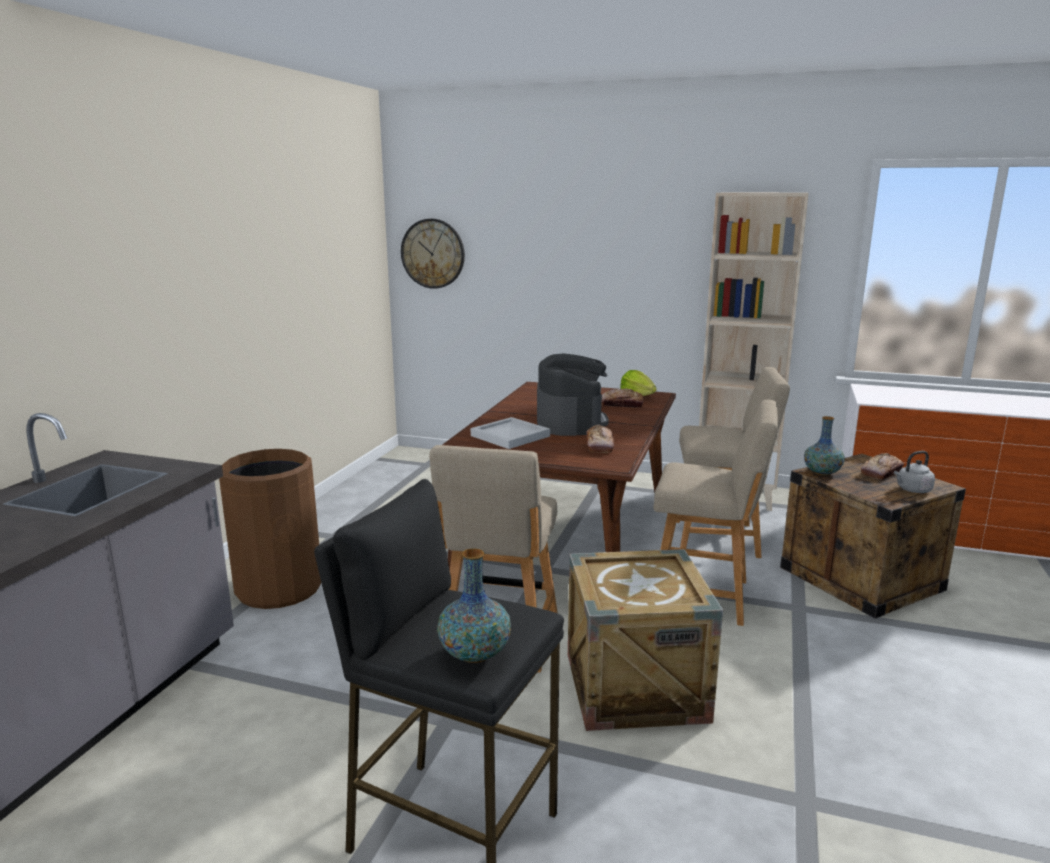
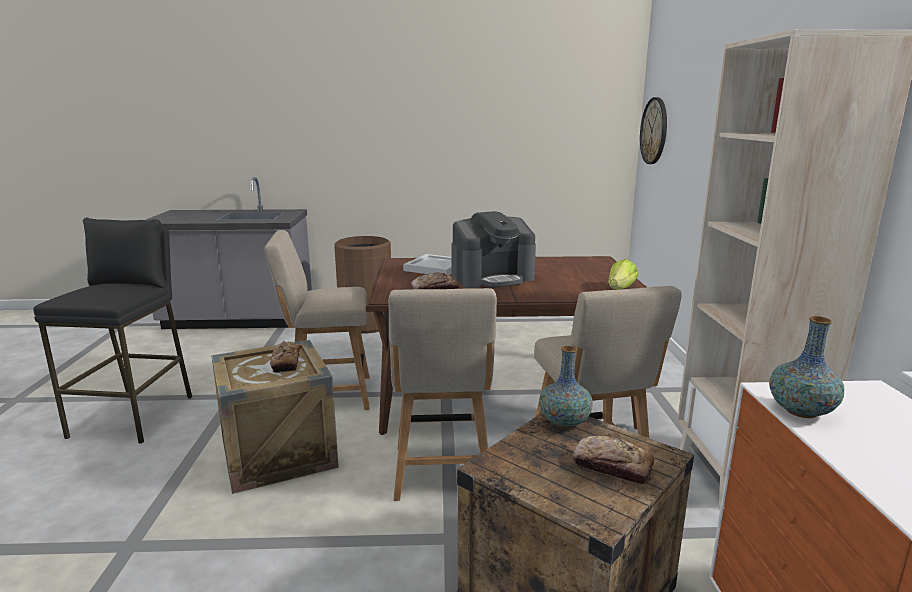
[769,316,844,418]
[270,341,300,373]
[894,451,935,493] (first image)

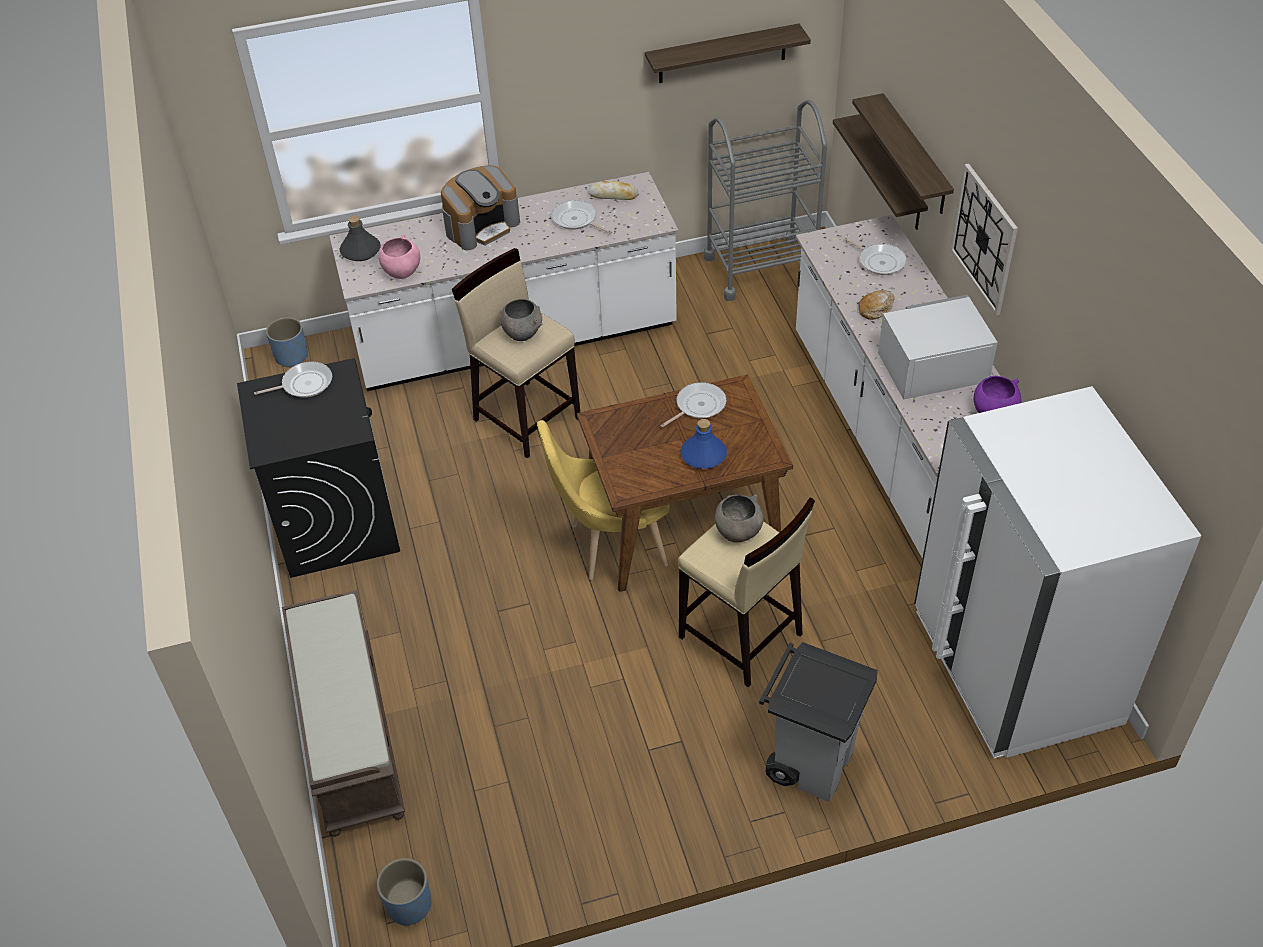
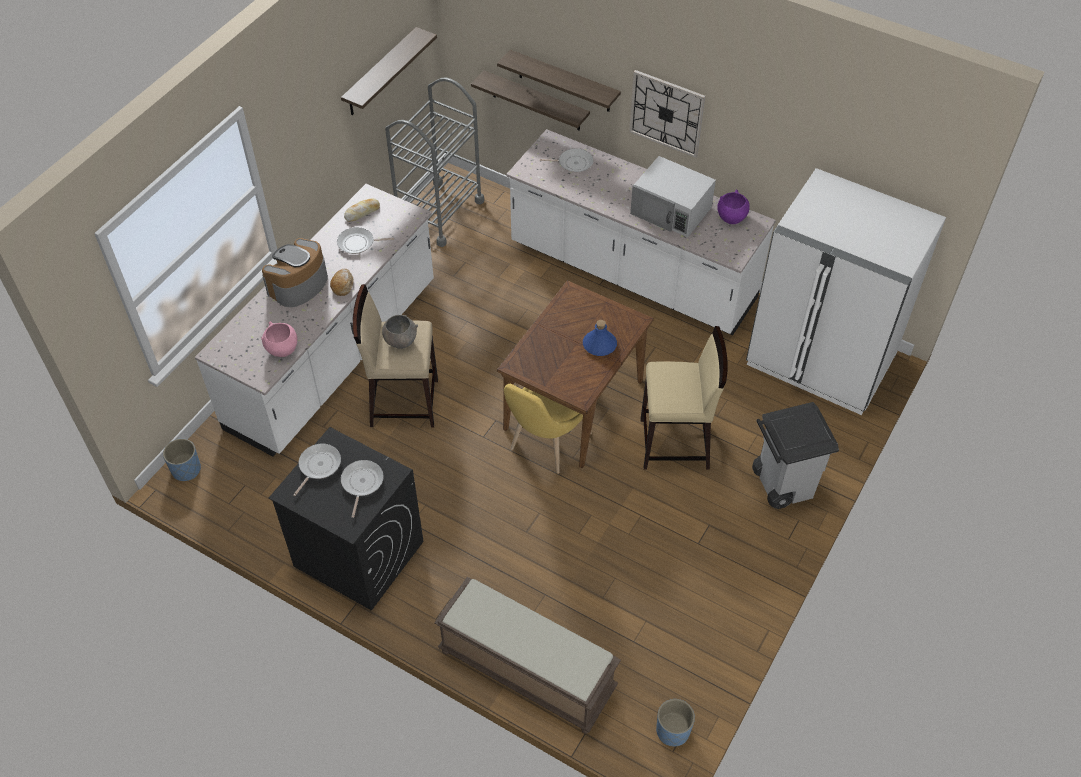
[339,216,381,261] (first image)
[262,238,328,307]
[341,460,384,518]
[715,494,764,542] (first image)
[330,269,354,296]
[630,156,716,237]

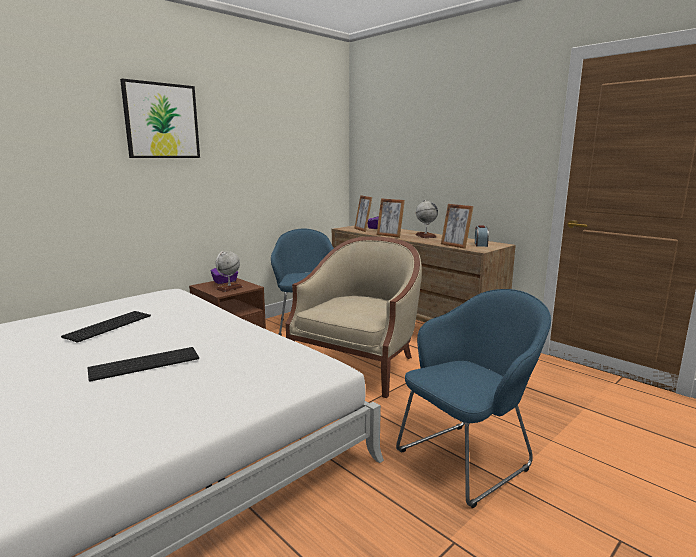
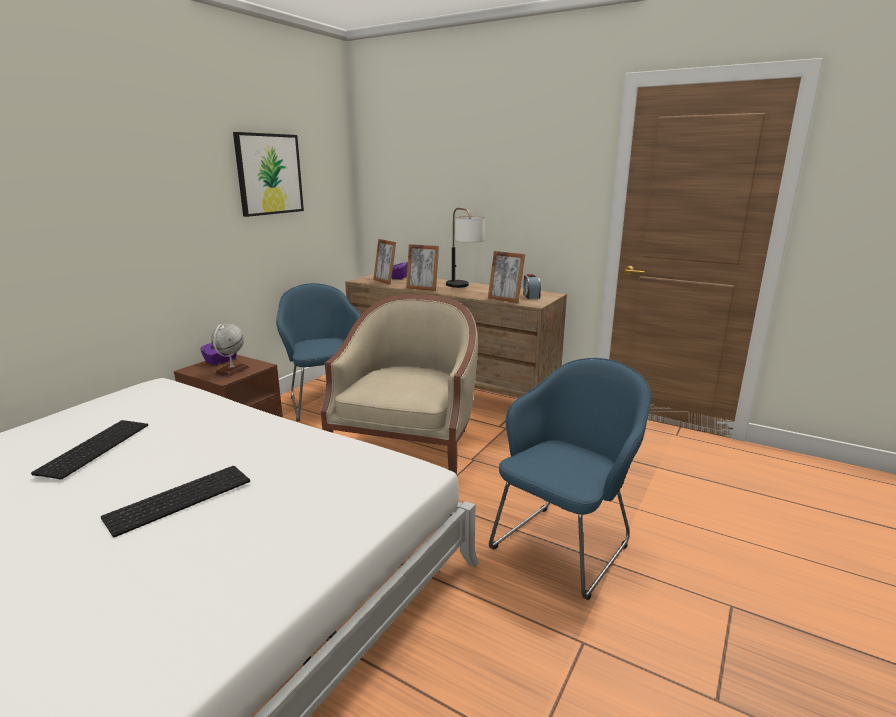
[233,132,304,217]
[446,208,485,288]

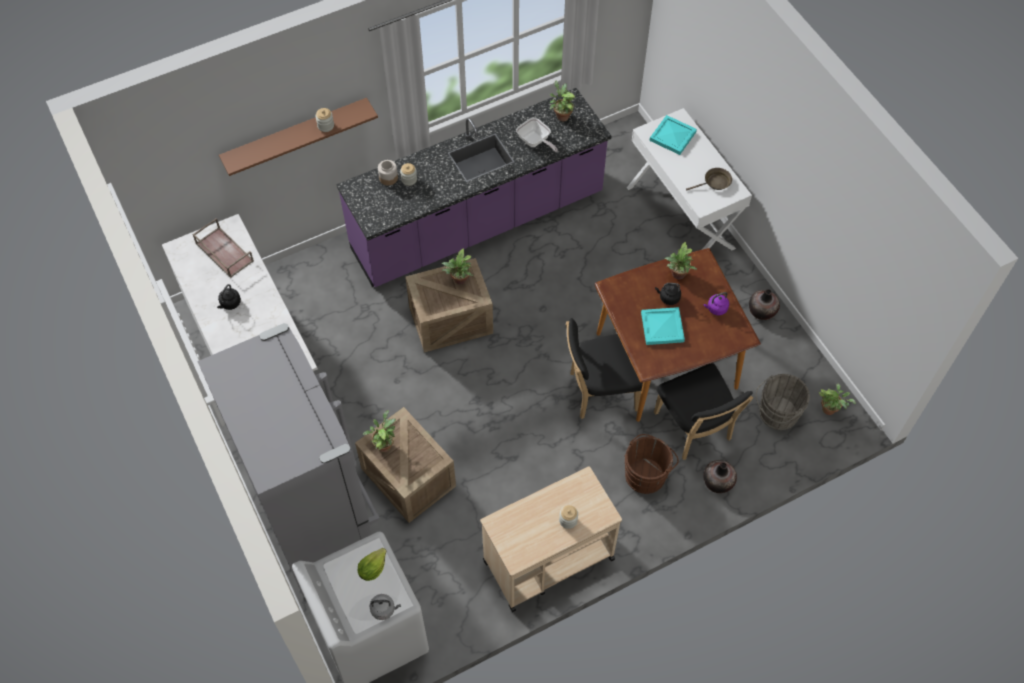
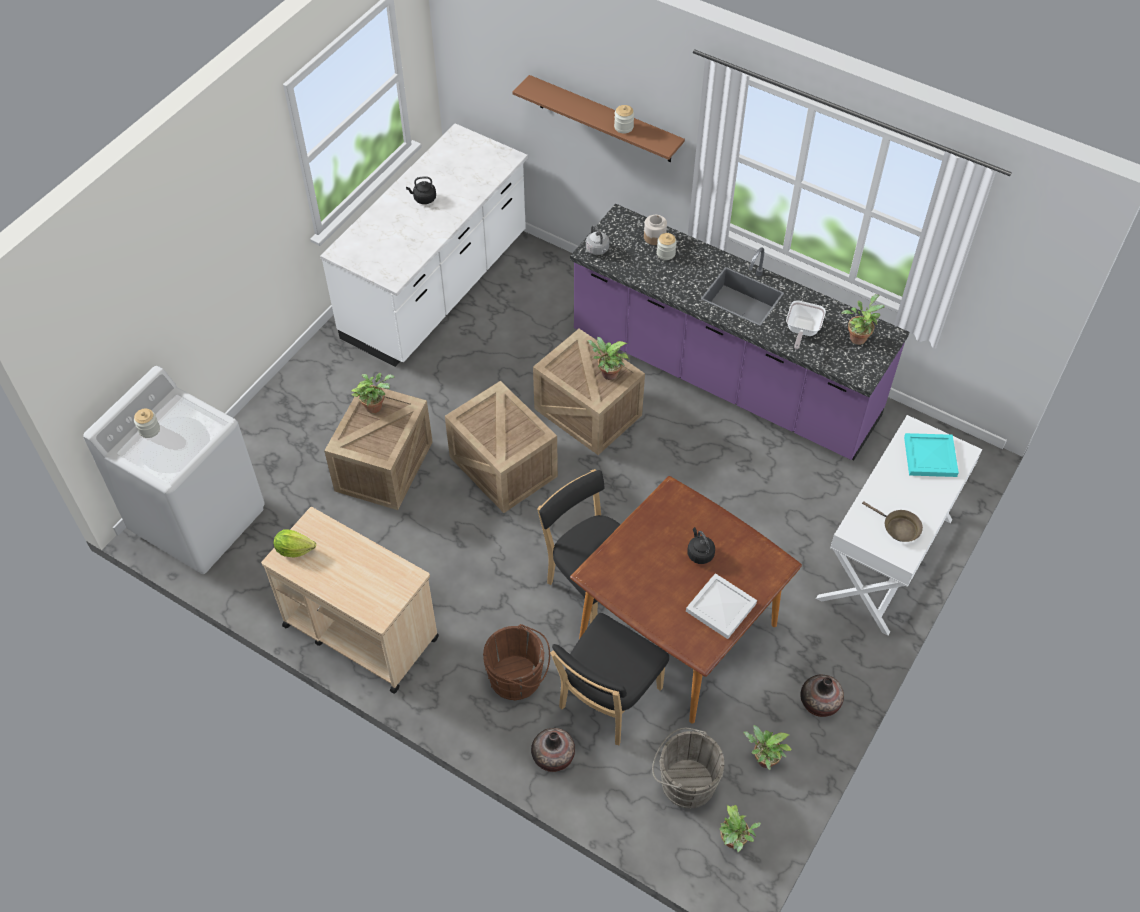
[192,218,254,278] (first image)
[197,323,380,598] (first image)
[274,529,316,557]
[586,225,609,255]
[134,409,160,438]
[641,307,685,345] (first image)
[743,725,792,770]
[686,573,757,639]
[445,381,558,513]

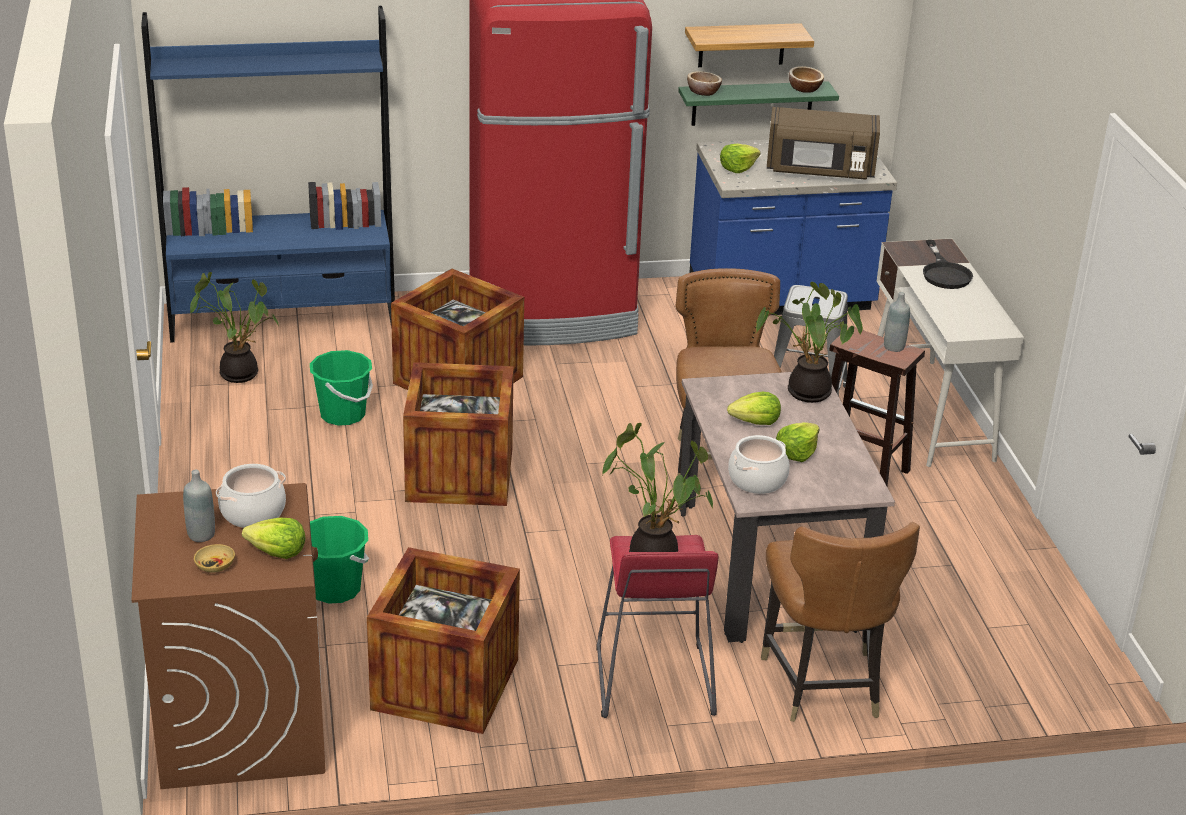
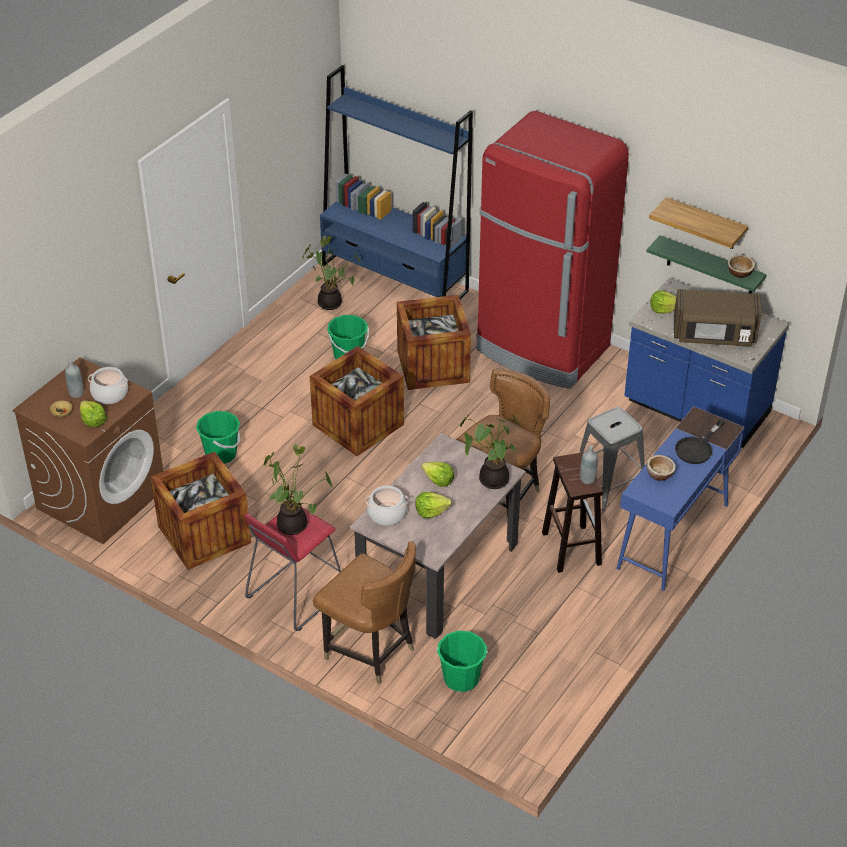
[647,455,676,481]
[313,541,416,685]
[674,289,762,347]
[616,406,745,591]
[437,631,488,692]

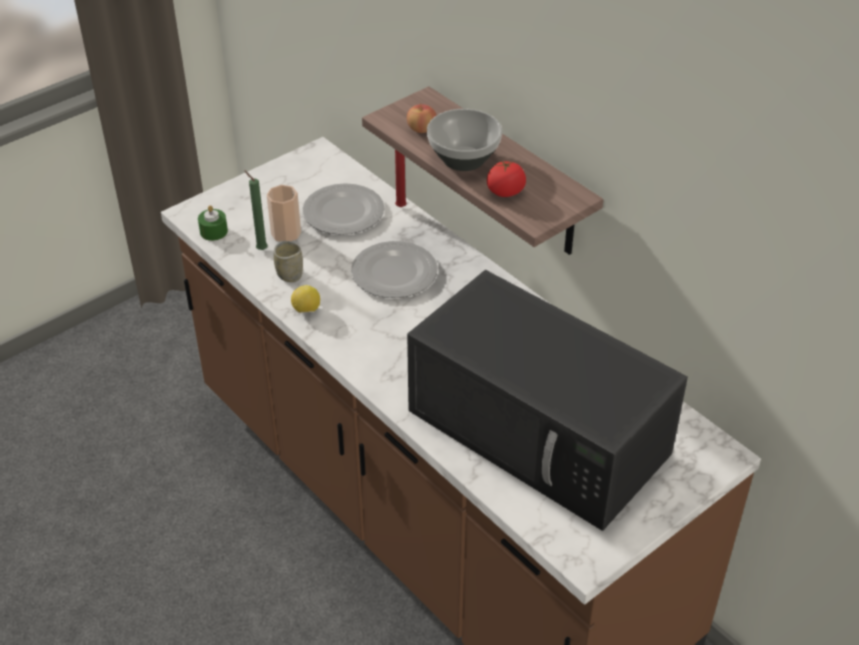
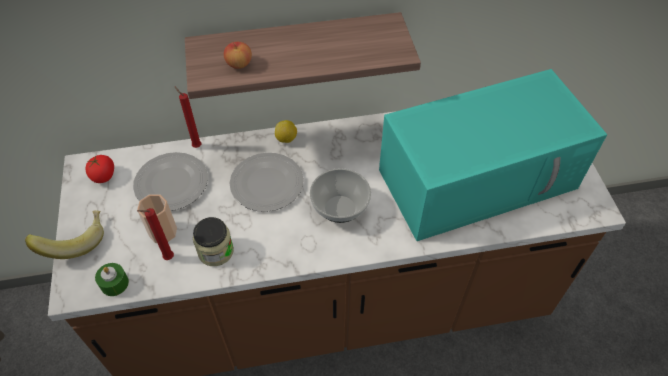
[137,208,174,260]
[193,217,234,266]
[275,120,297,143]
[379,69,607,241]
[310,168,371,223]
[86,155,114,183]
[25,210,104,259]

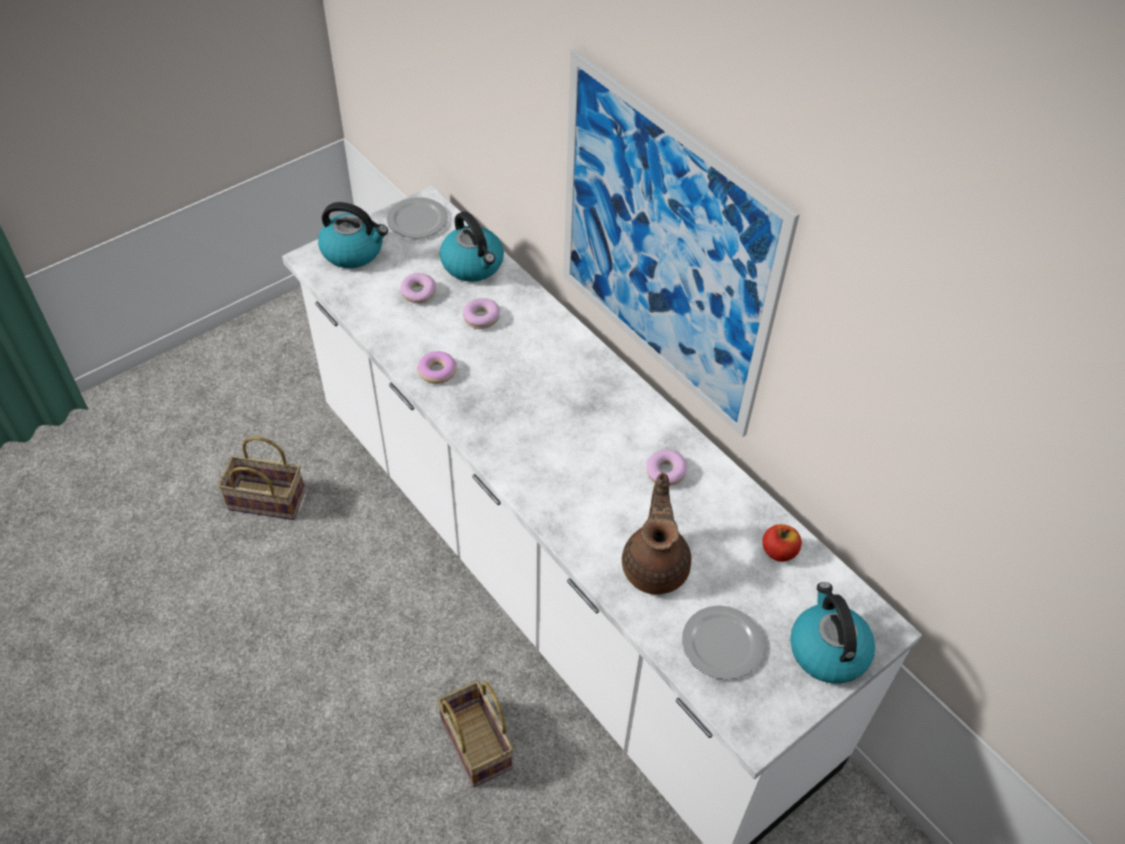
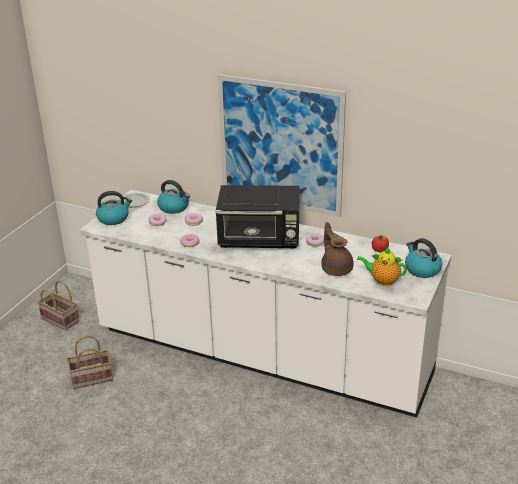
[37,281,79,331]
[357,247,407,286]
[216,185,300,249]

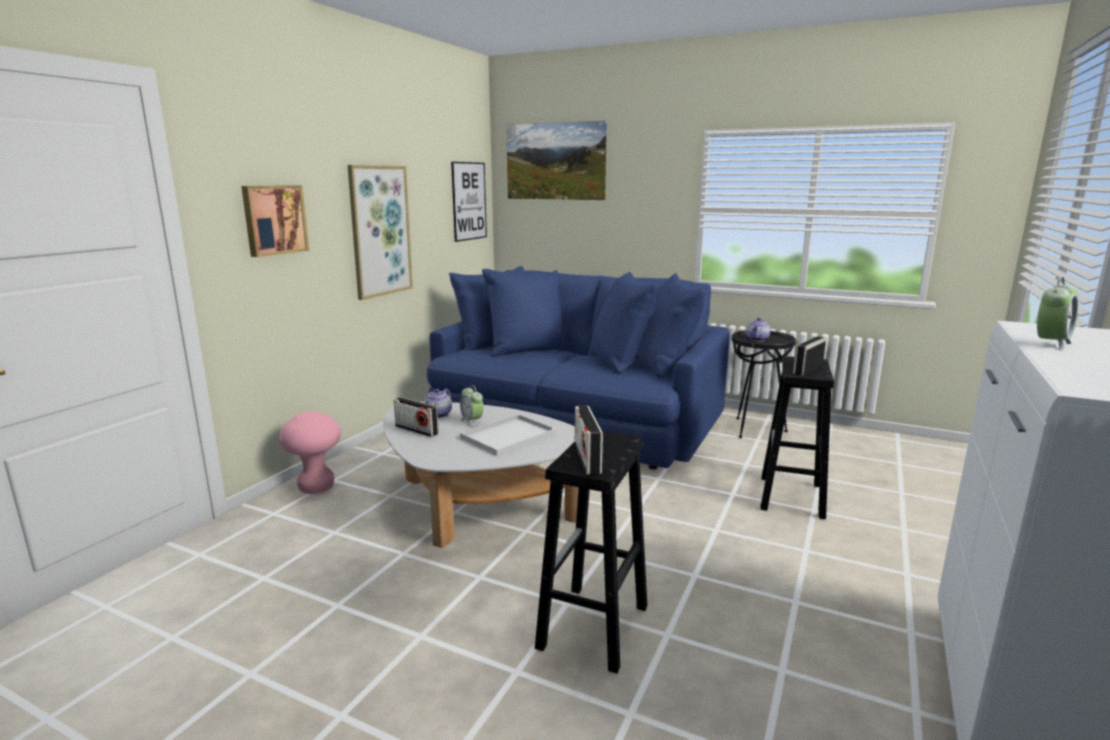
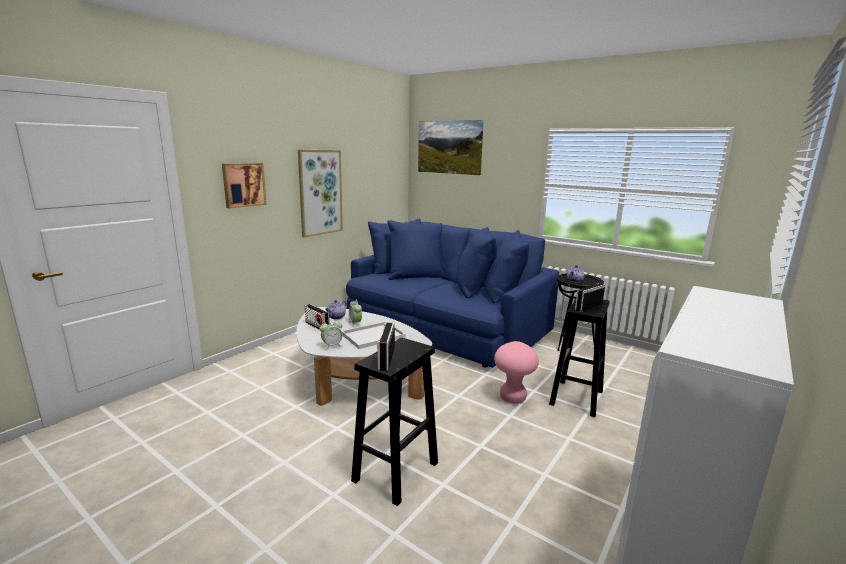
[494,341,539,404]
[451,162,487,242] (first image)
[320,319,342,350]

